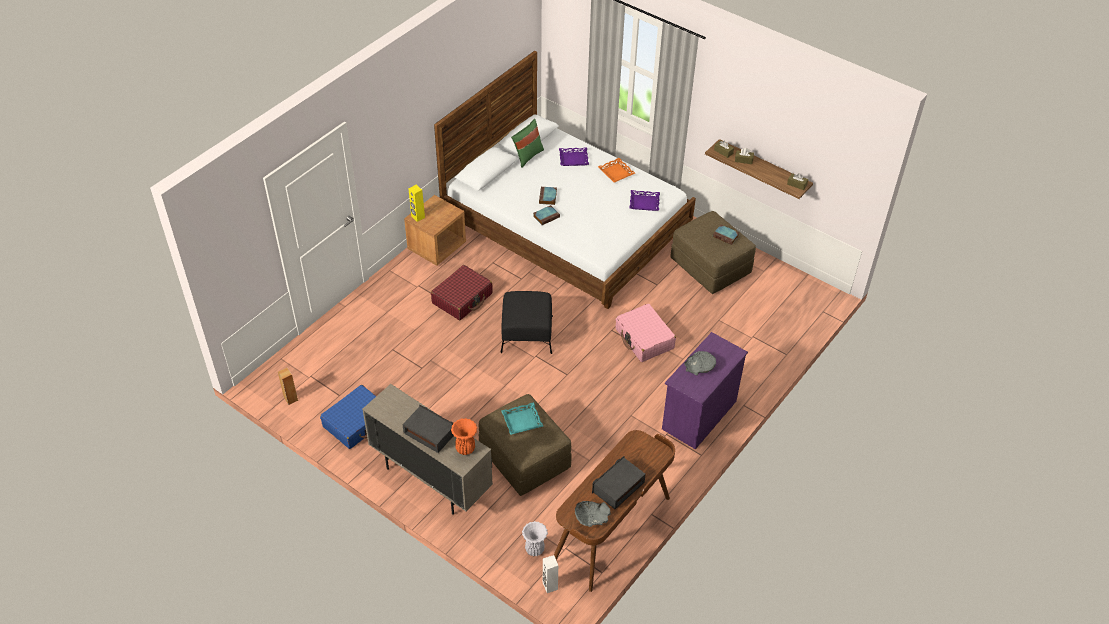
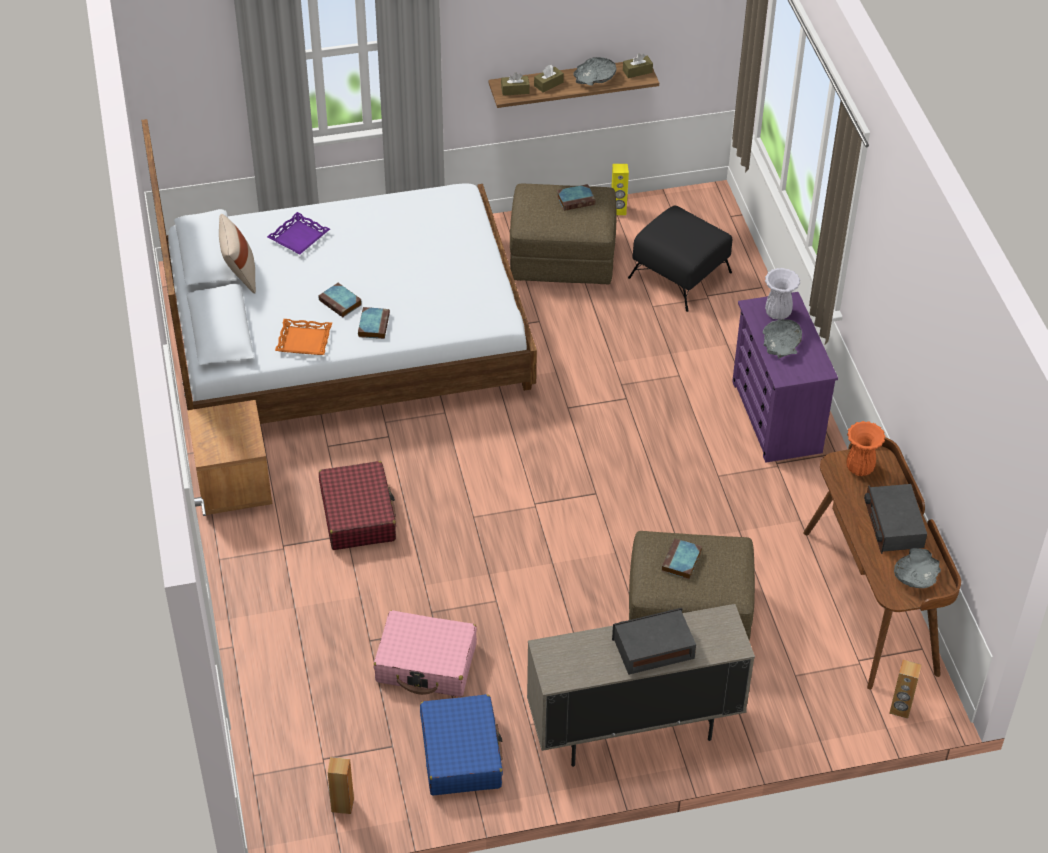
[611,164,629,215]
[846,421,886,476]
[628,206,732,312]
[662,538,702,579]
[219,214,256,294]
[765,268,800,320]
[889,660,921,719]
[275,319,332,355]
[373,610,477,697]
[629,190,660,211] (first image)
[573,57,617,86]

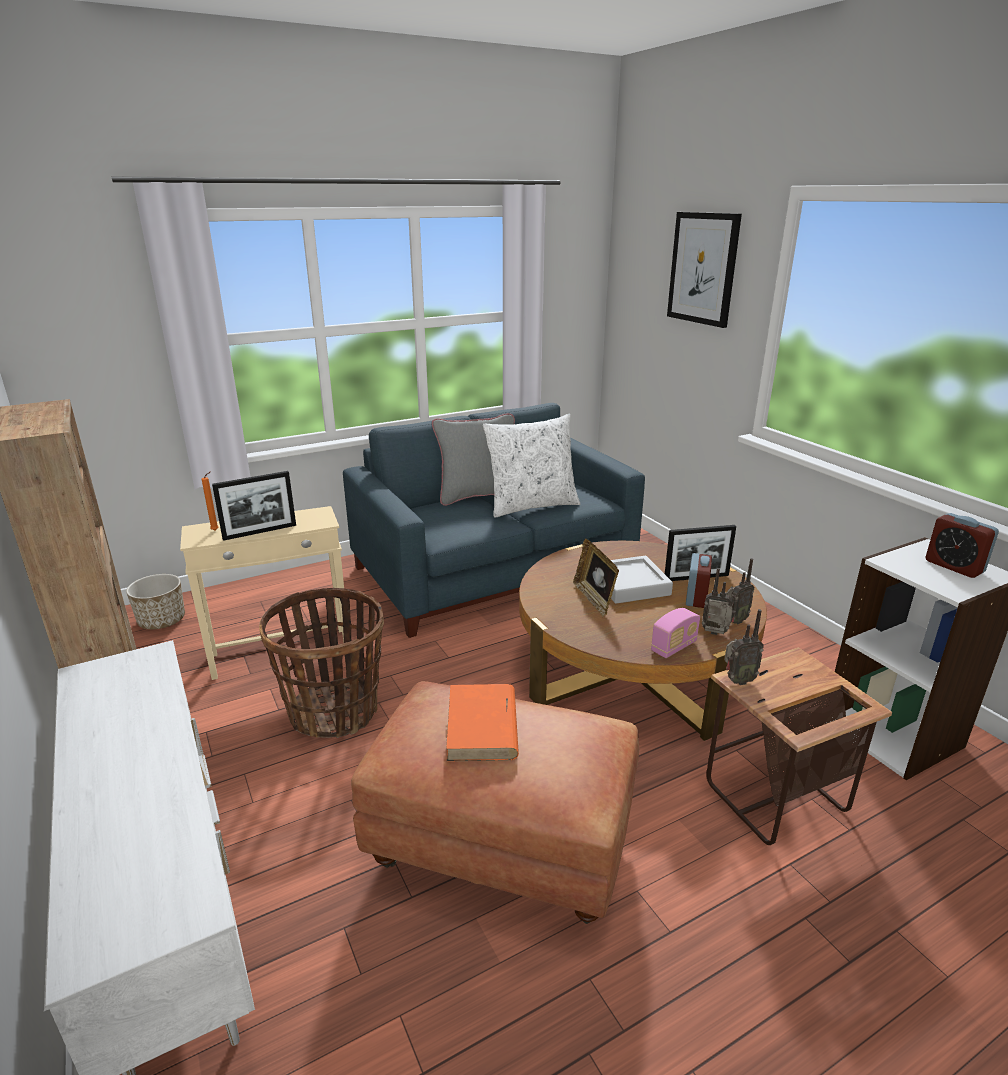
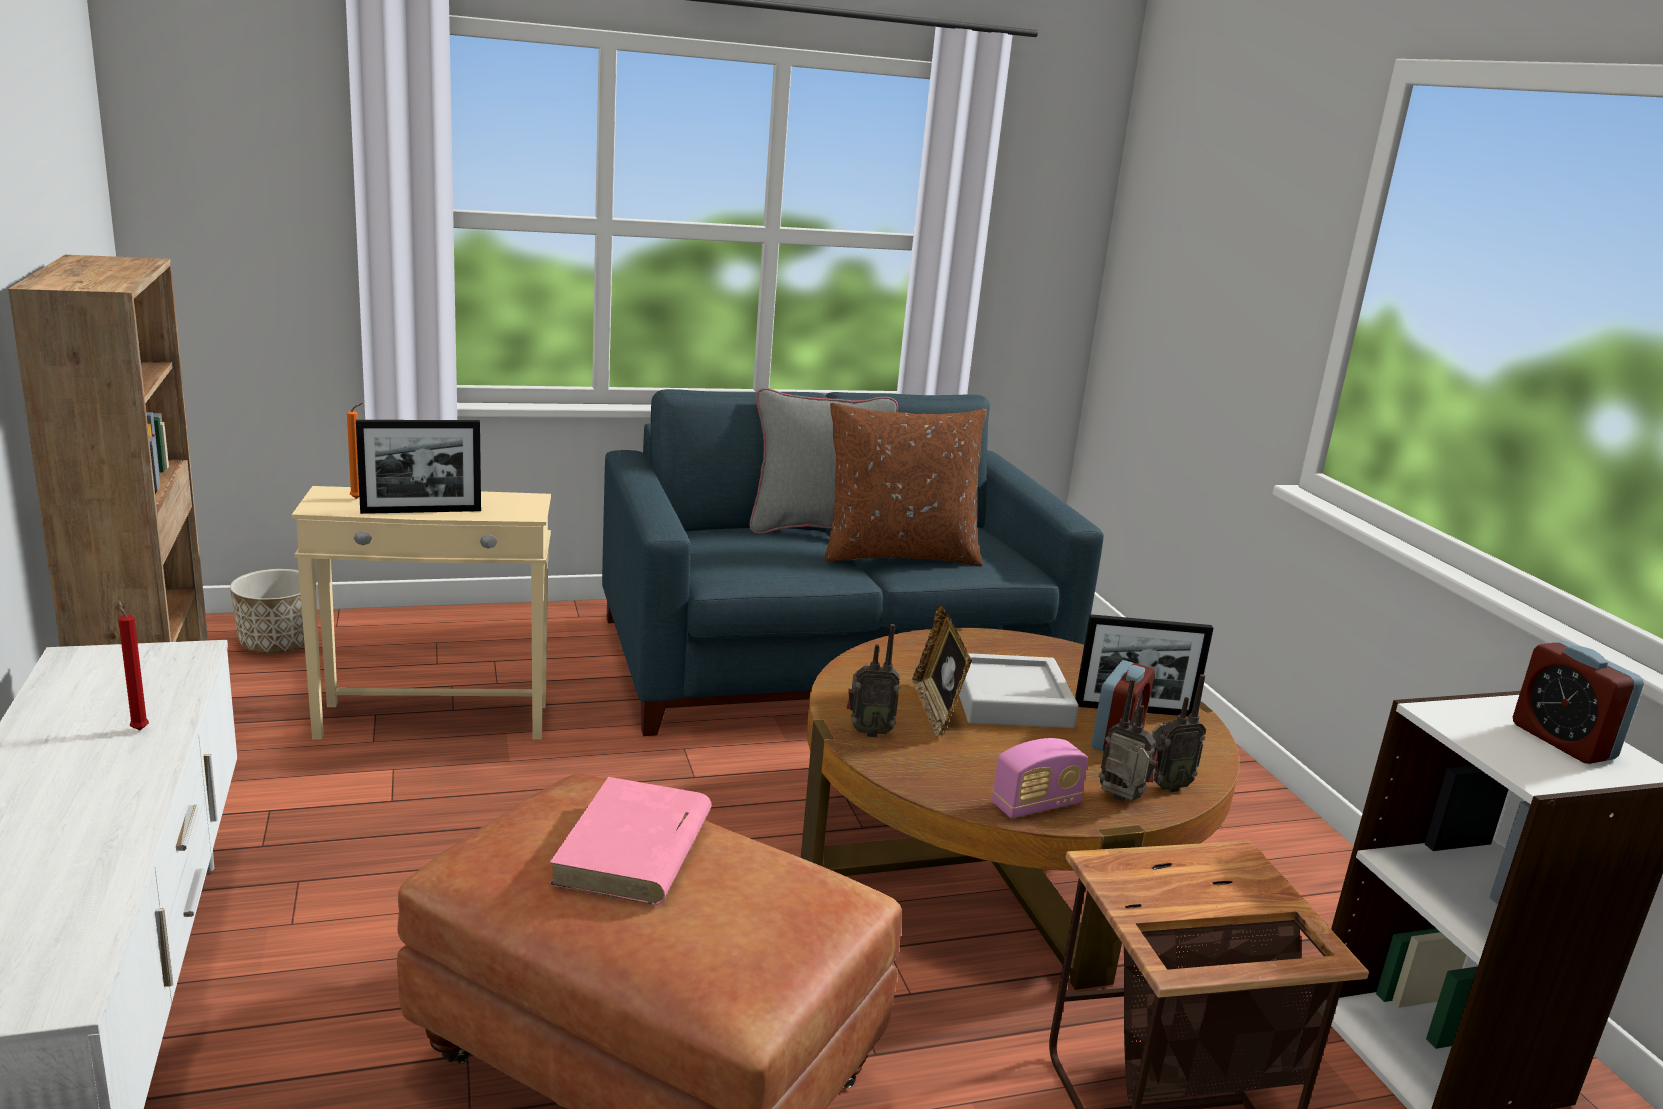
[259,588,384,738] (first image)
[549,777,711,905]
[825,403,987,566]
[667,212,742,328] (first image)
[847,624,900,737]
[118,600,149,730]

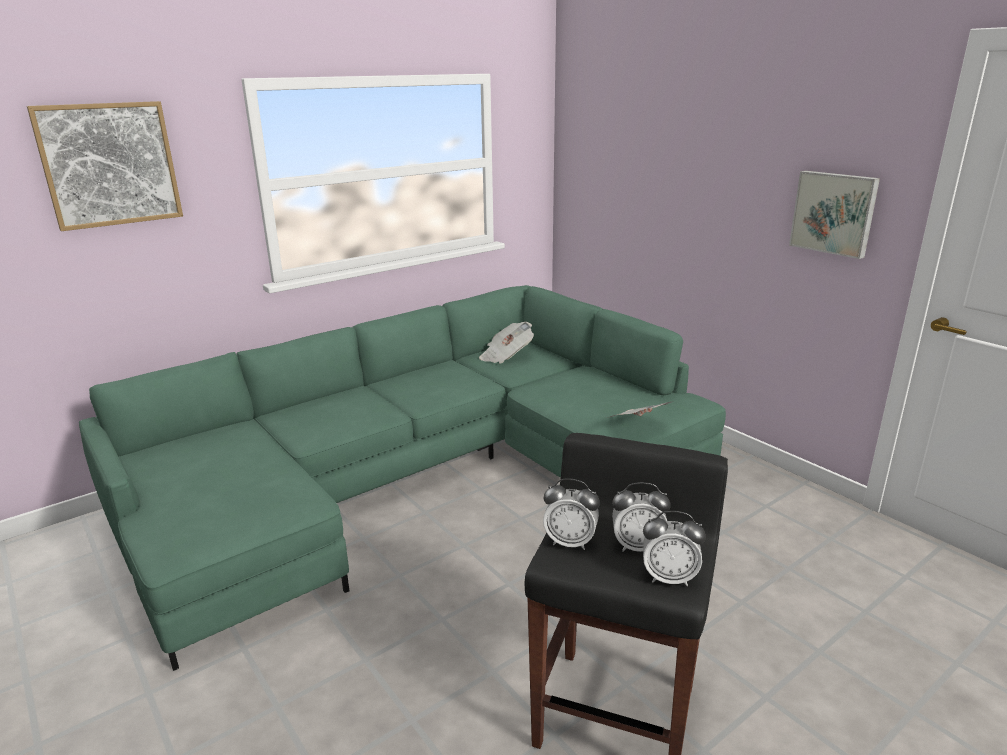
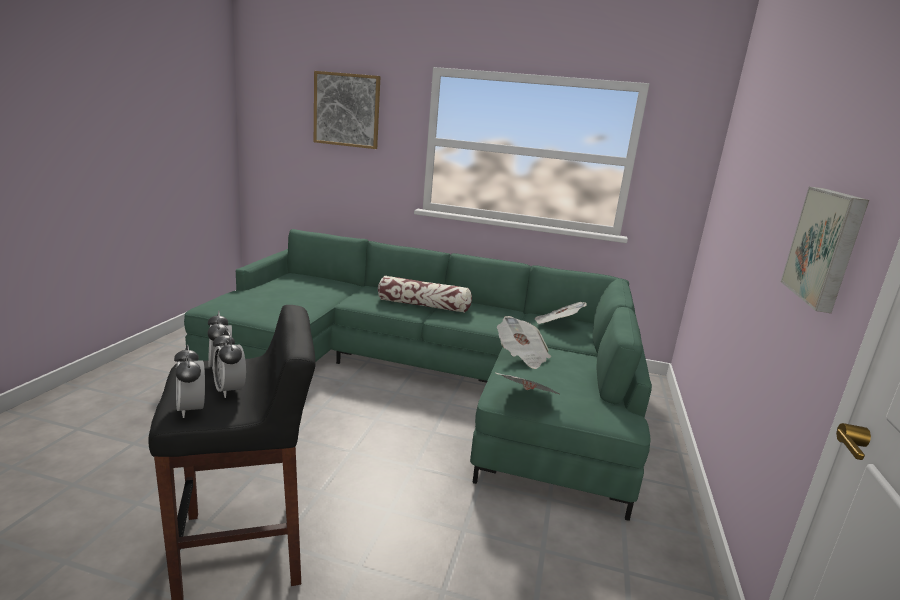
[378,275,472,313]
[497,316,551,369]

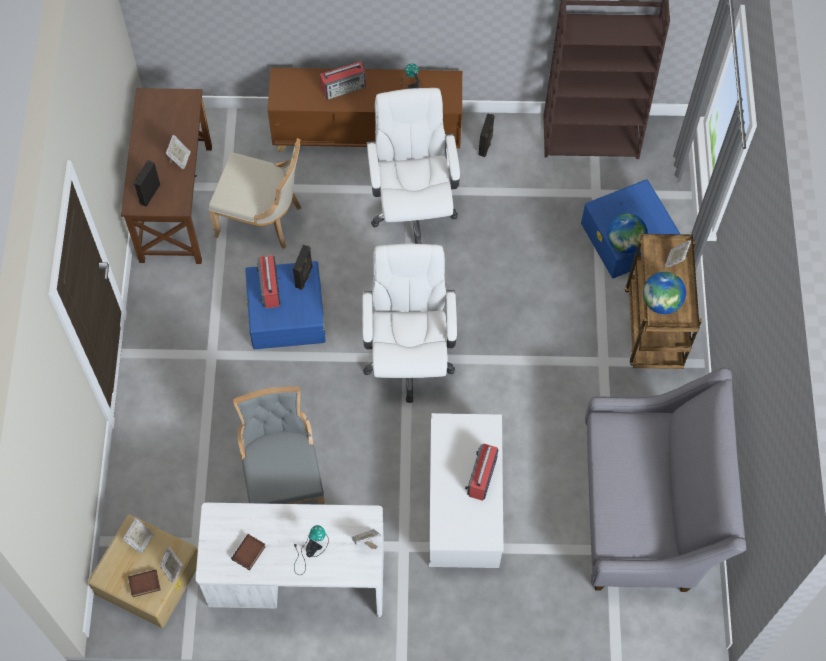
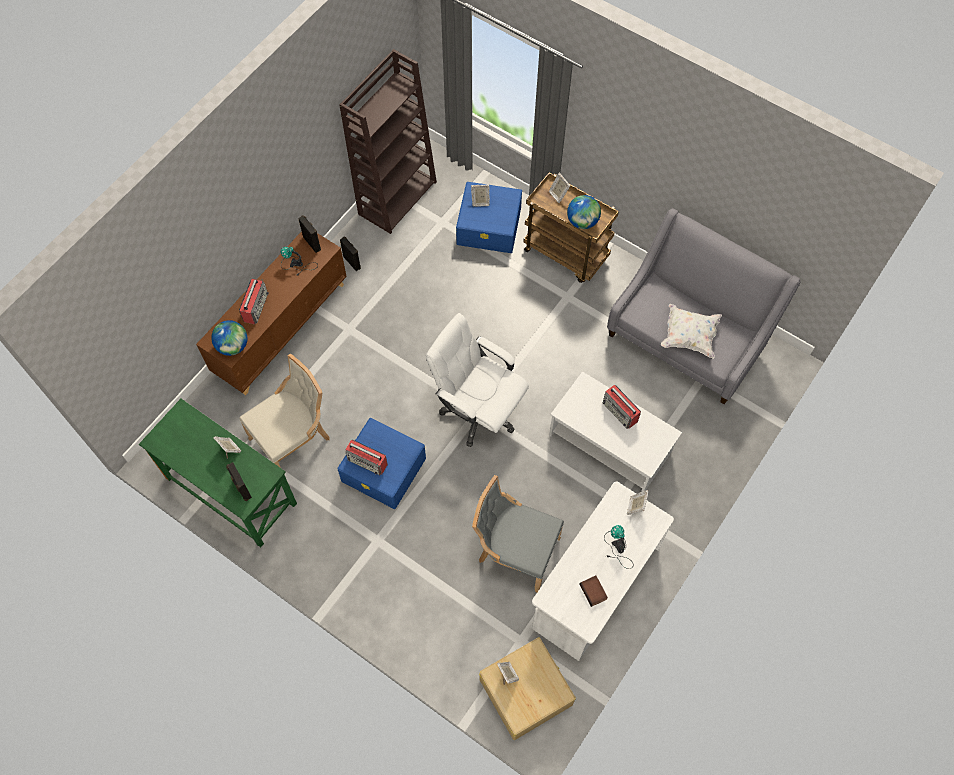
[139,399,297,547]
[128,570,161,597] (first image)
[471,185,490,207]
[298,215,321,253]
[367,88,460,244] (first image)
[211,320,247,356]
[661,304,722,359]

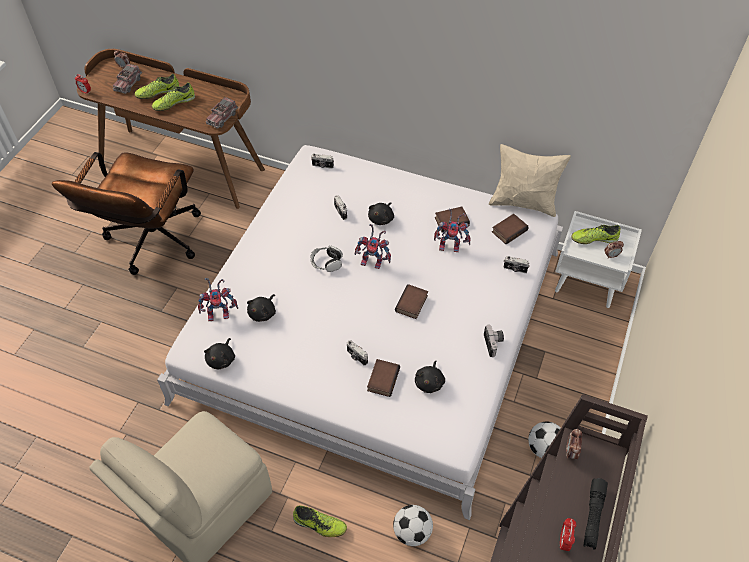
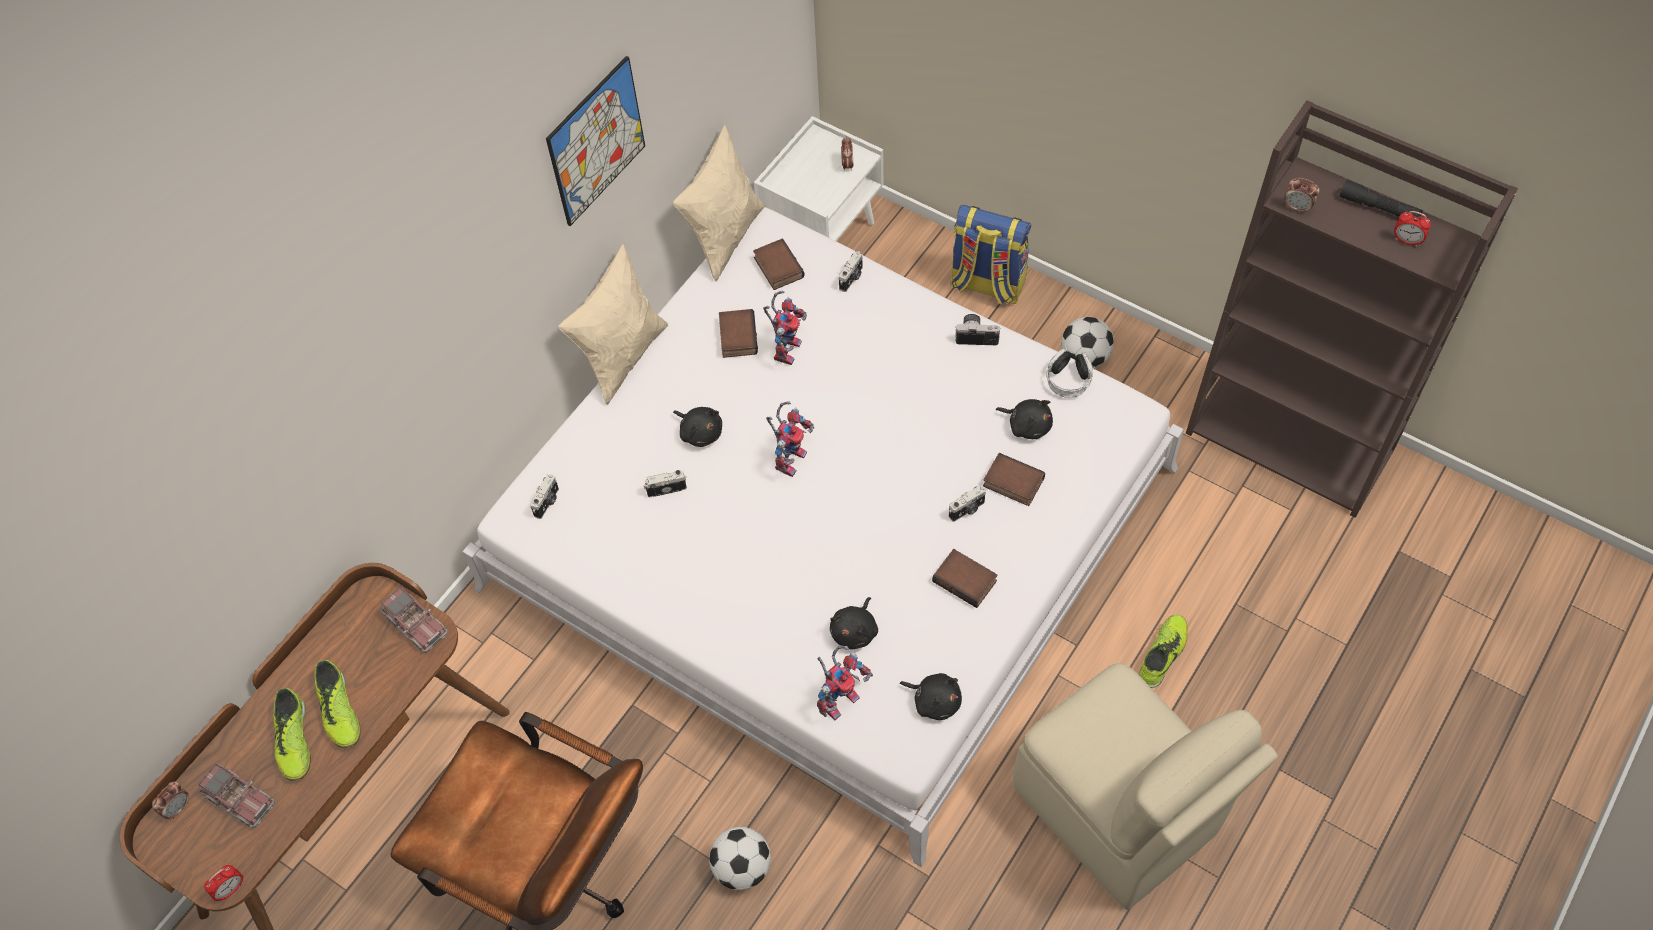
[817,645,873,720]
[830,597,878,649]
[1046,349,1093,398]
[709,827,771,890]
[932,549,998,608]
[571,225,620,244] (first image)
[546,56,645,226]
[558,244,669,405]
[950,205,1031,304]

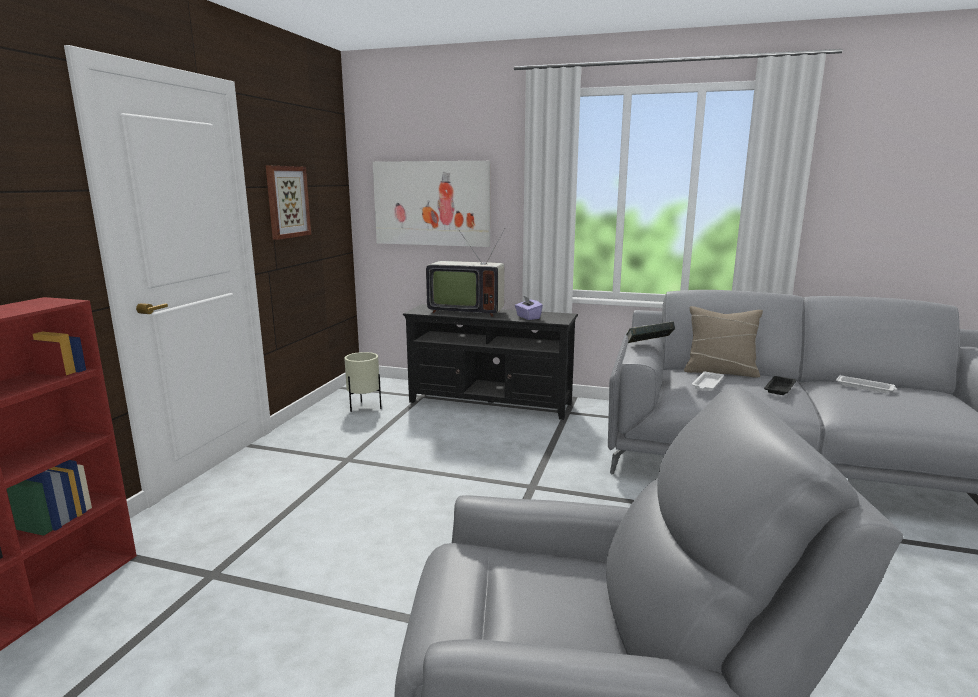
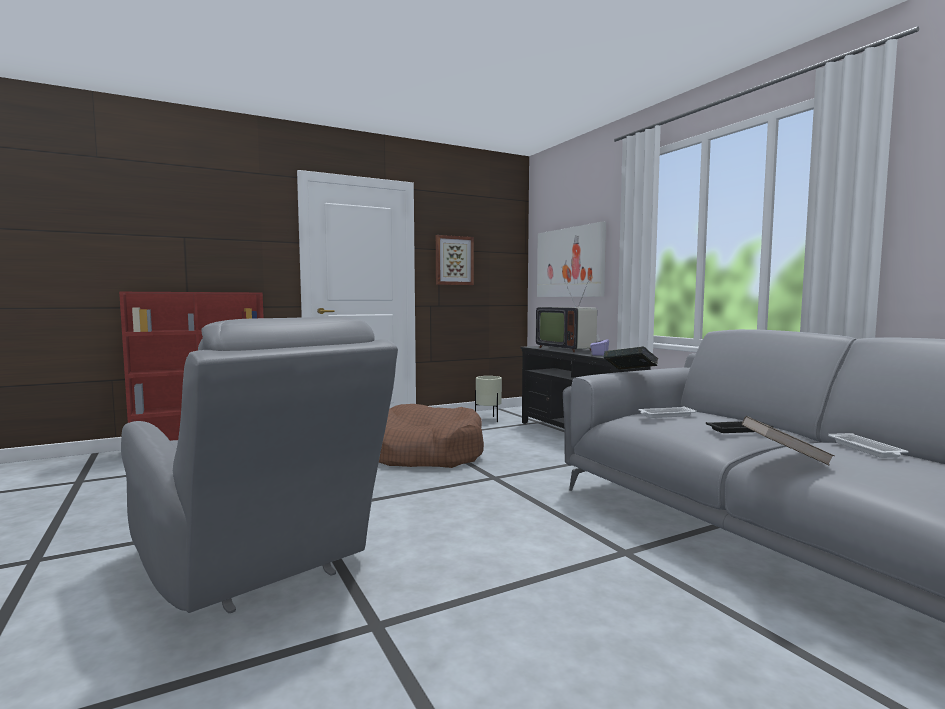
[684,306,763,378] (first image)
[379,404,484,468]
[742,416,834,466]

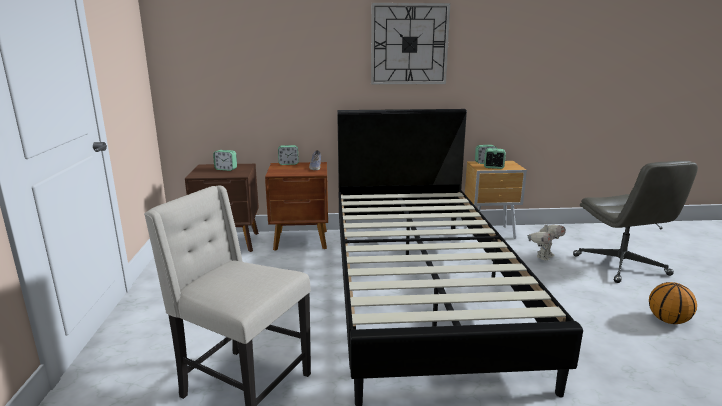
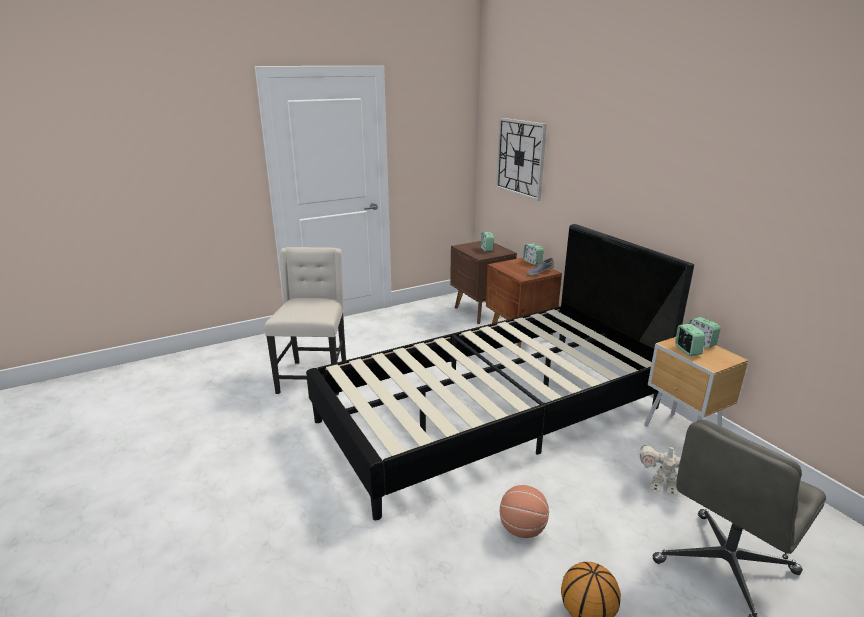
[496,118,547,201]
[500,485,549,538]

